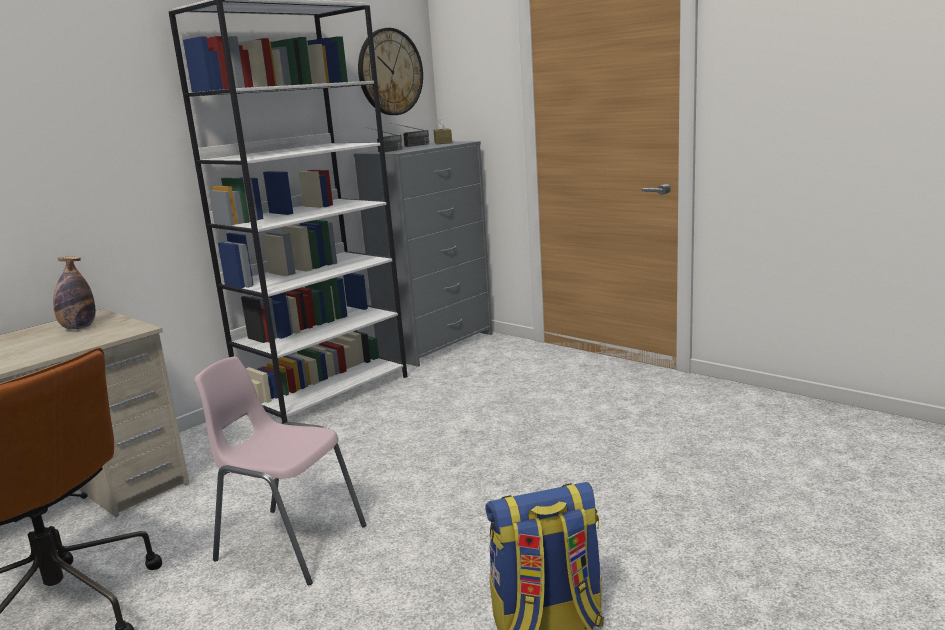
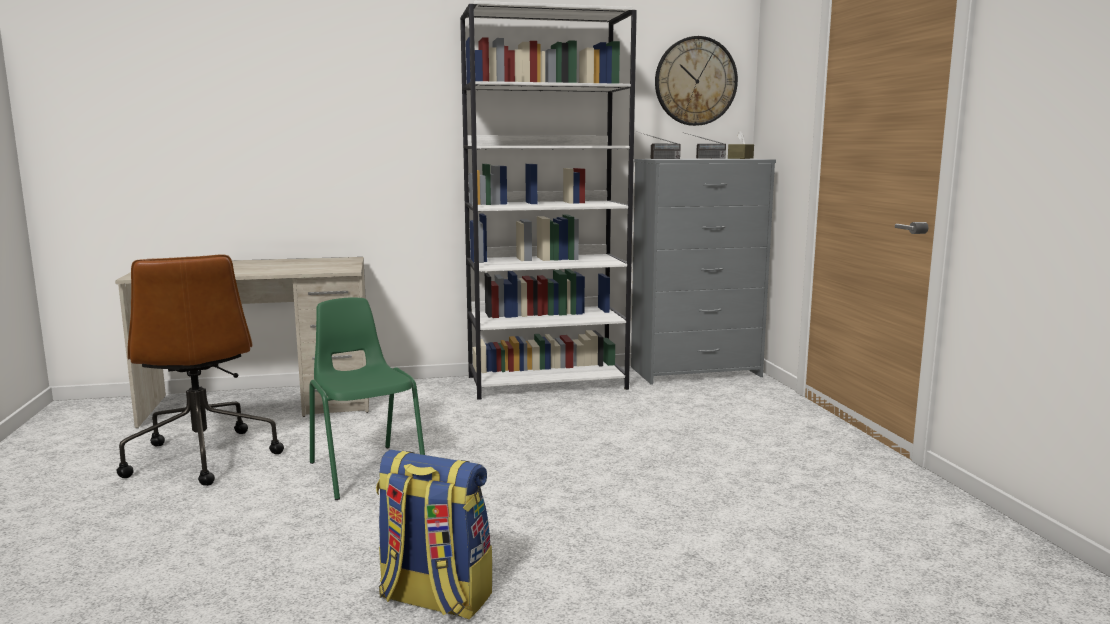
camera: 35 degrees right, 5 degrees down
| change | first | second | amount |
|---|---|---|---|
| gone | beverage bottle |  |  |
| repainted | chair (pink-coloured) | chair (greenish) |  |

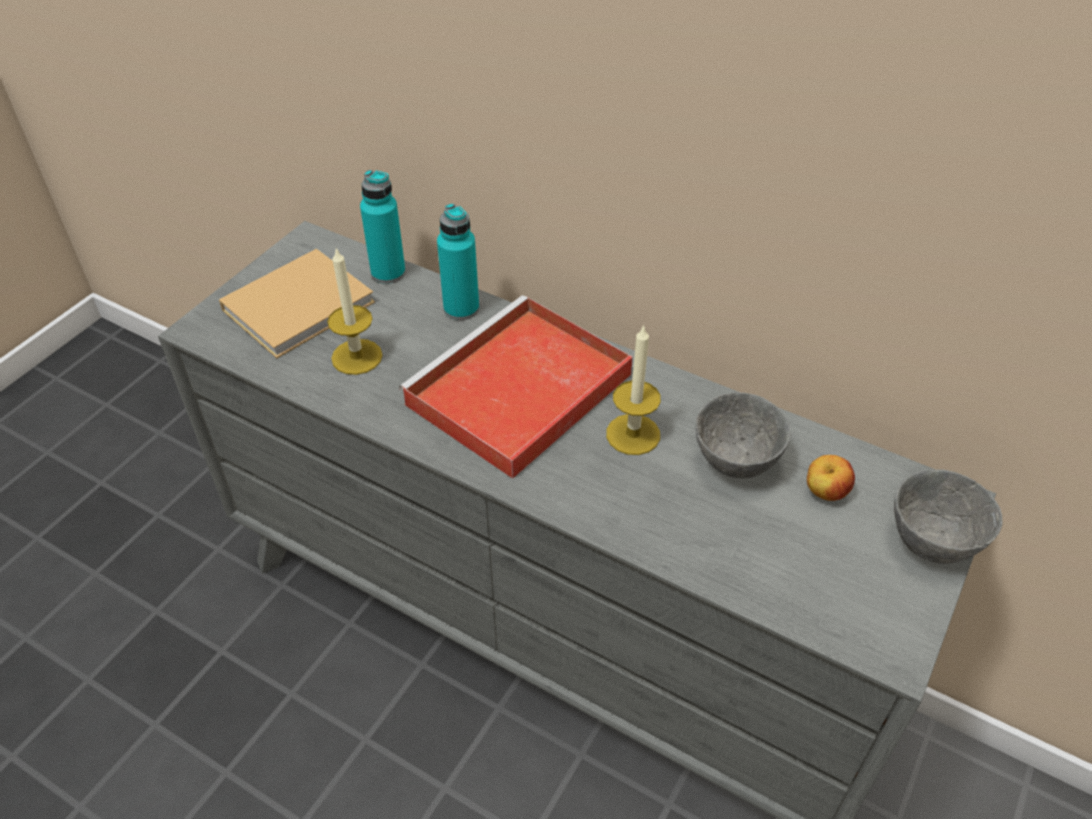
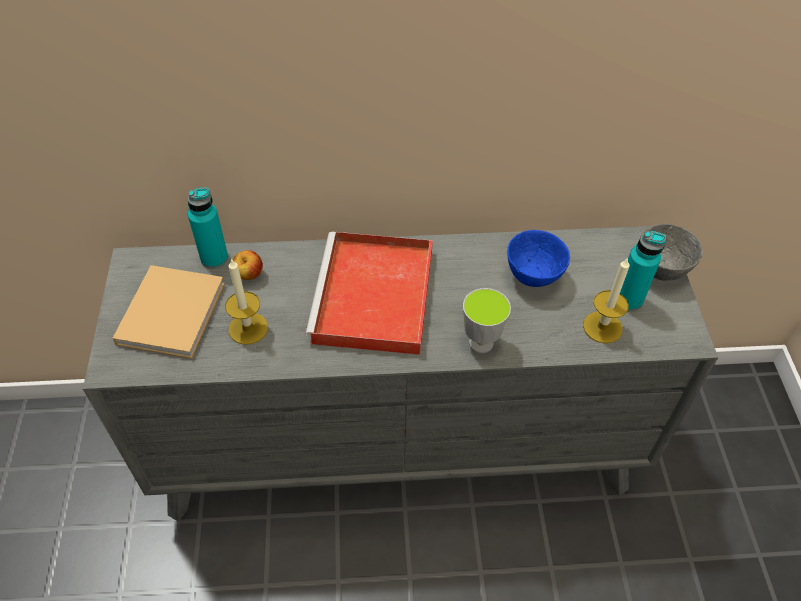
camera: 35 degrees left, 5 degrees up
| change | first | second | amount |
|---|---|---|---|
| shifted | beverage bottle (blue-green) (no. 2 from left) |  |  |
| shifted | wax candle (no. 2 from left) |  |  |
| repainted | deep dish (greyish) (no. 1 from left) | deep dish (blue) |  |
| shifted | apple |  |  |
| new |  | small cup |  |

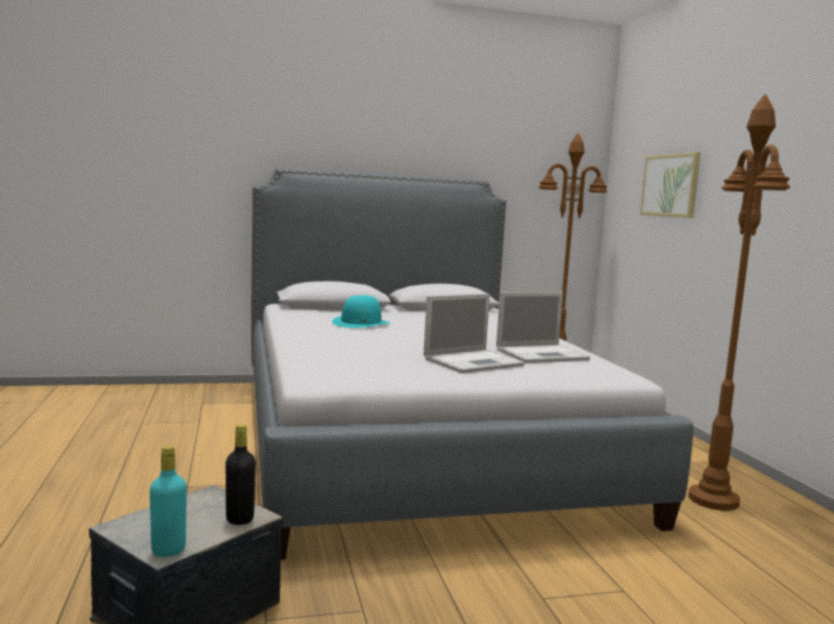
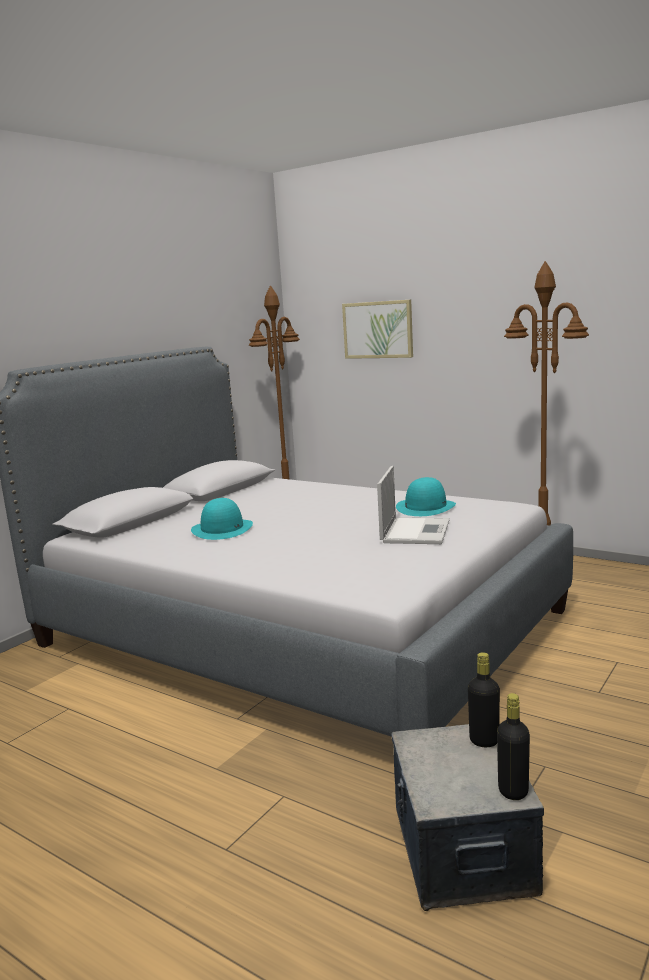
camera: 40 degrees left, 5 degrees up
| change | first | second | amount |
|---|---|---|---|
| swapped | portable computer (no. 2 from left) | hat (blue-green) (no. 2 from left) |  |
| repainted | beverage bottle (blue-green) | beverage bottle (blackish) (no. 2 from left) |  |

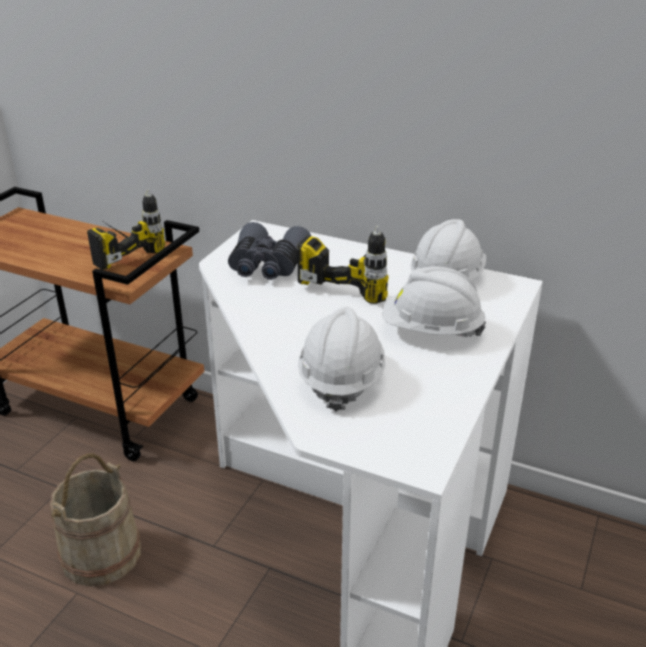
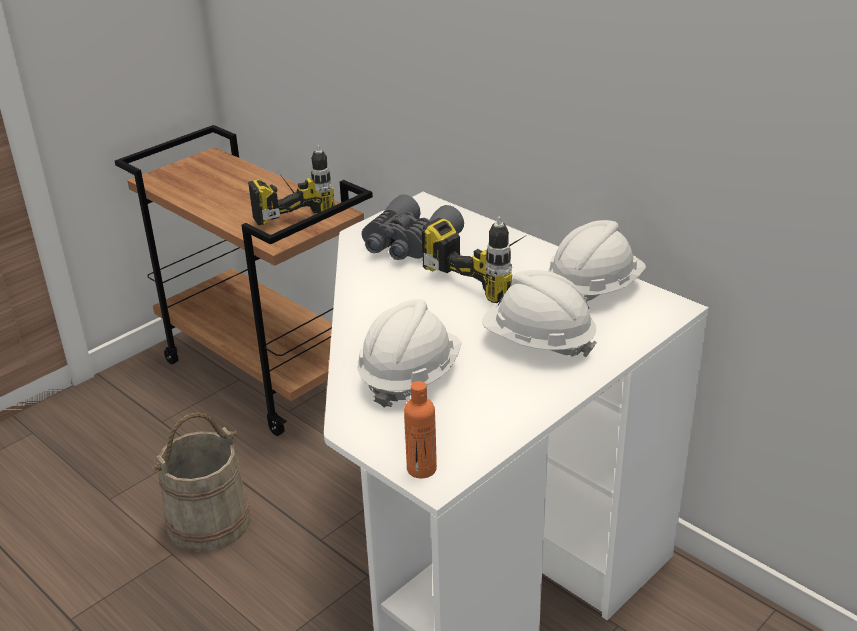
camera: 20 degrees right, 0 degrees up
| change | first | second | amount |
|---|---|---|---|
| new |  | beverage bottle (orange) |  |

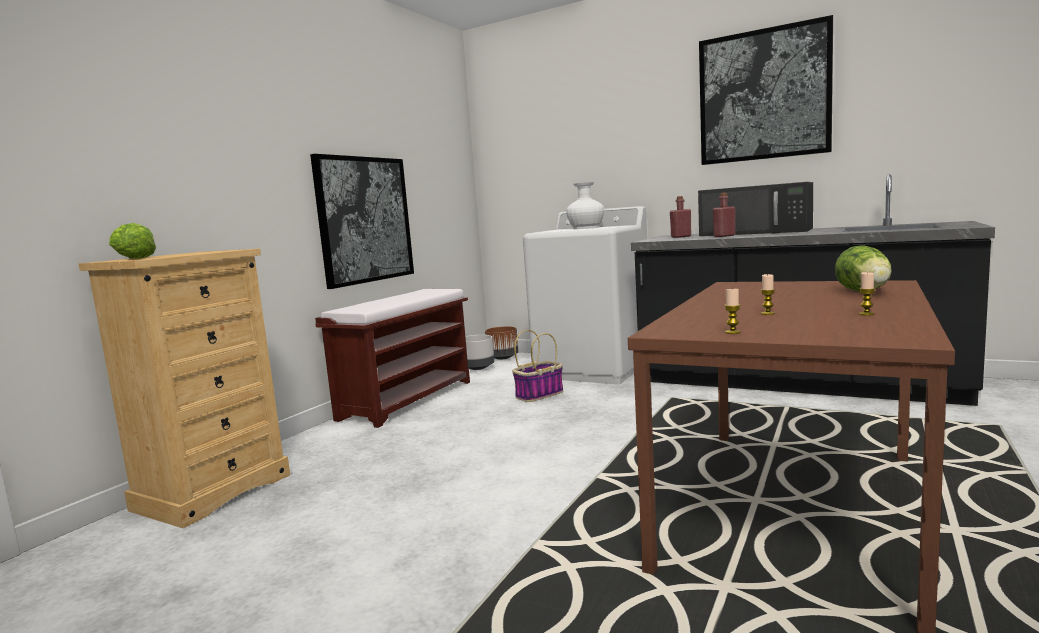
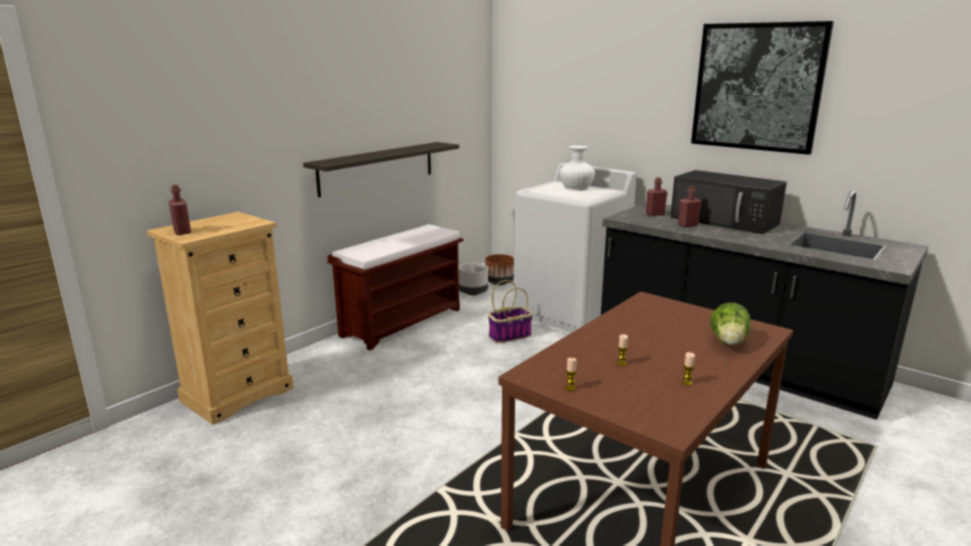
camera: 10 degrees right, 10 degrees up
| change | first | second | amount |
|---|---|---|---|
| swapped | picture (no. 1 from left) | wall shelf |  |
| swapped | lettuce head (no. 1 from left) | beverage bottle (red-coloured) (no. 1 from left) |  |

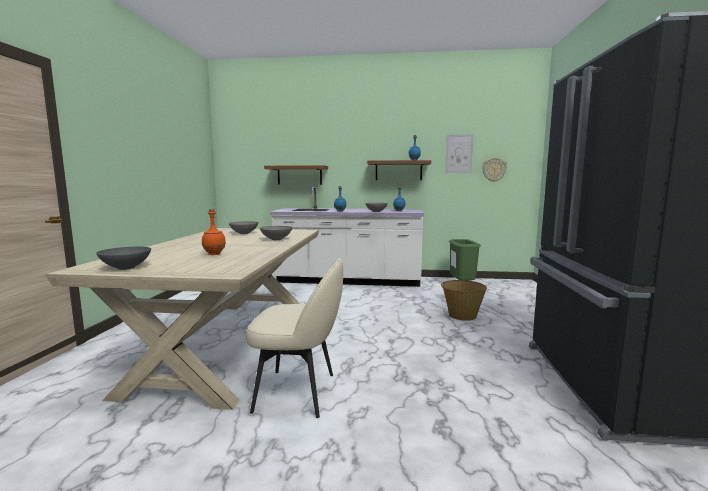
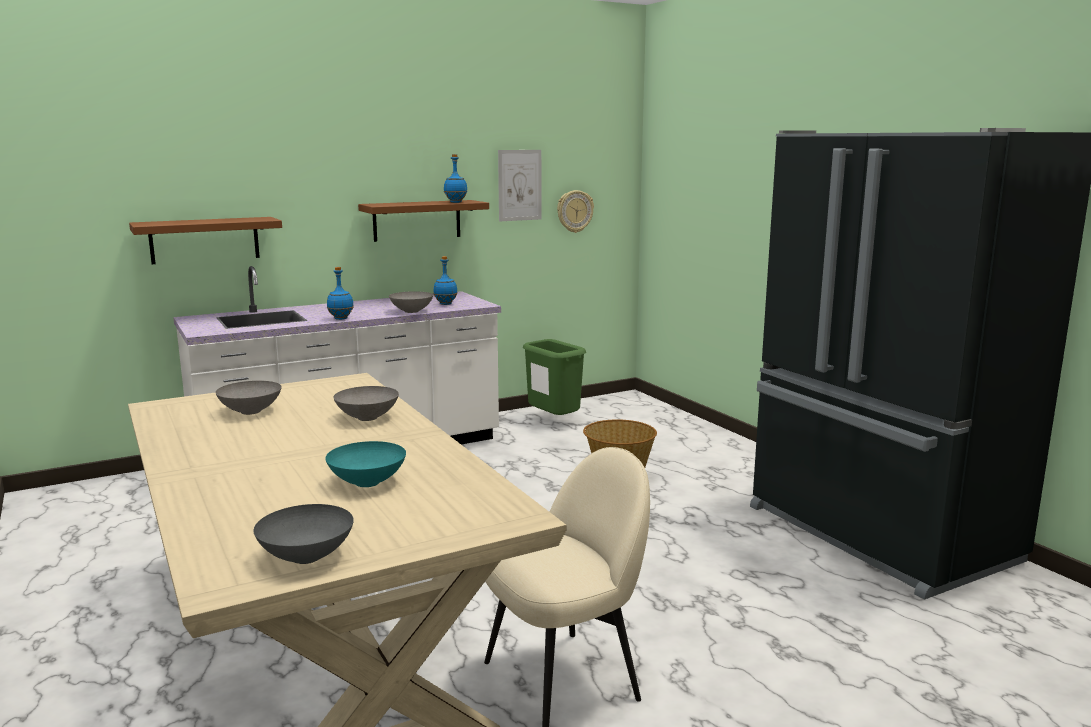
camera: 35 degrees left, 5 degrees up
| change | first | second | amount |
|---|---|---|---|
| swapped | beverage bottle (orange) | deep dish (blue-green) |  |

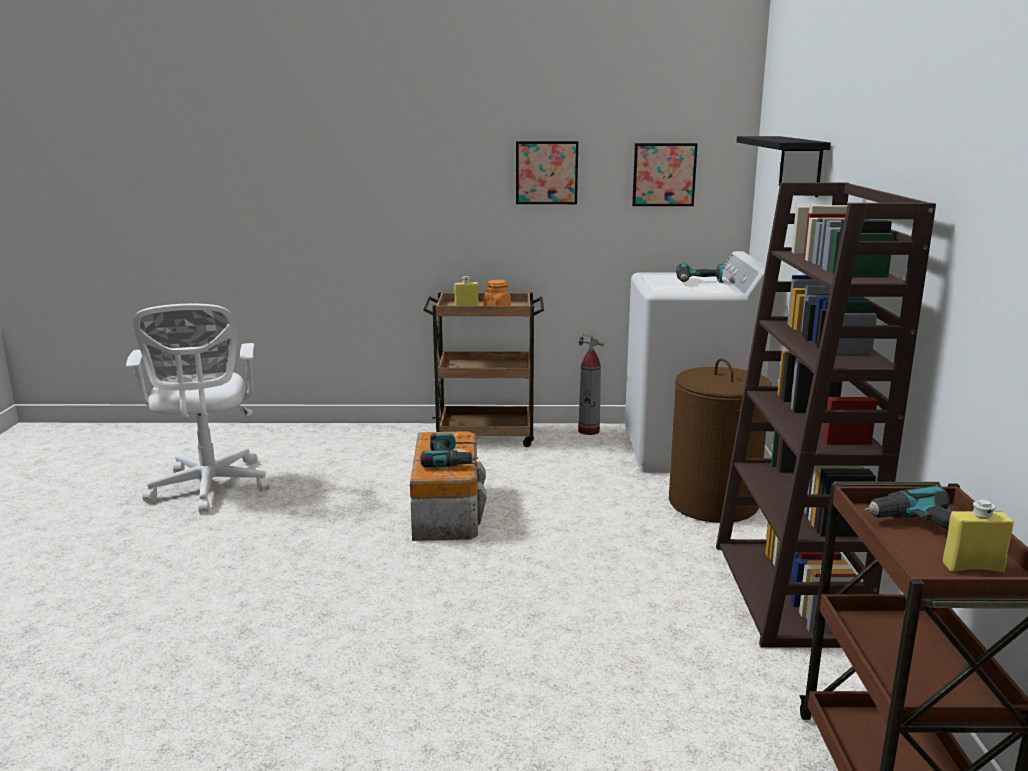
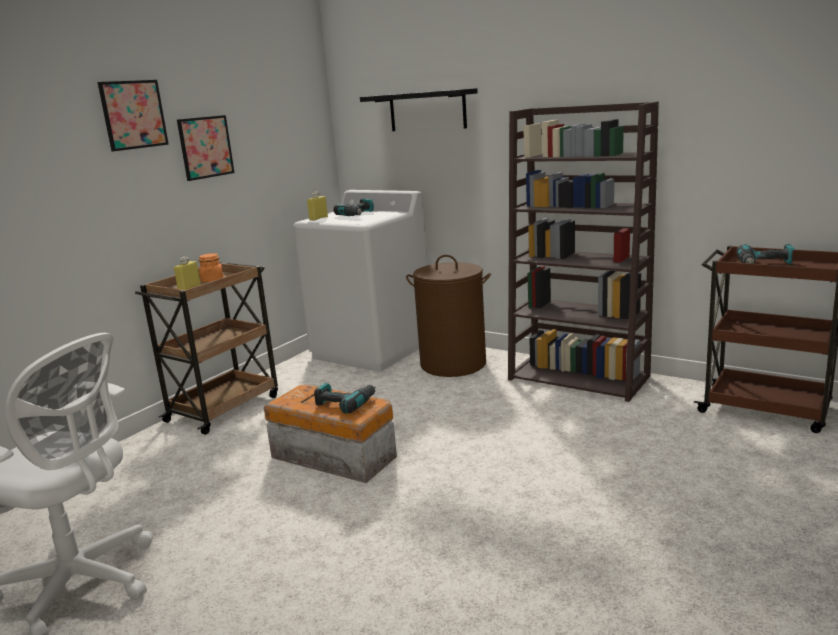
camera: 55 degrees left, 0 degrees up
| change | first | second | amount |
|---|---|---|---|
| shifted | picture (no. 2 from left in the first image) | picture (no. 1 from left) |  |
| gone | extinguisher |  |  |
| shifted | beverage bottle (yellow) (no. 2 from left) |  |  |

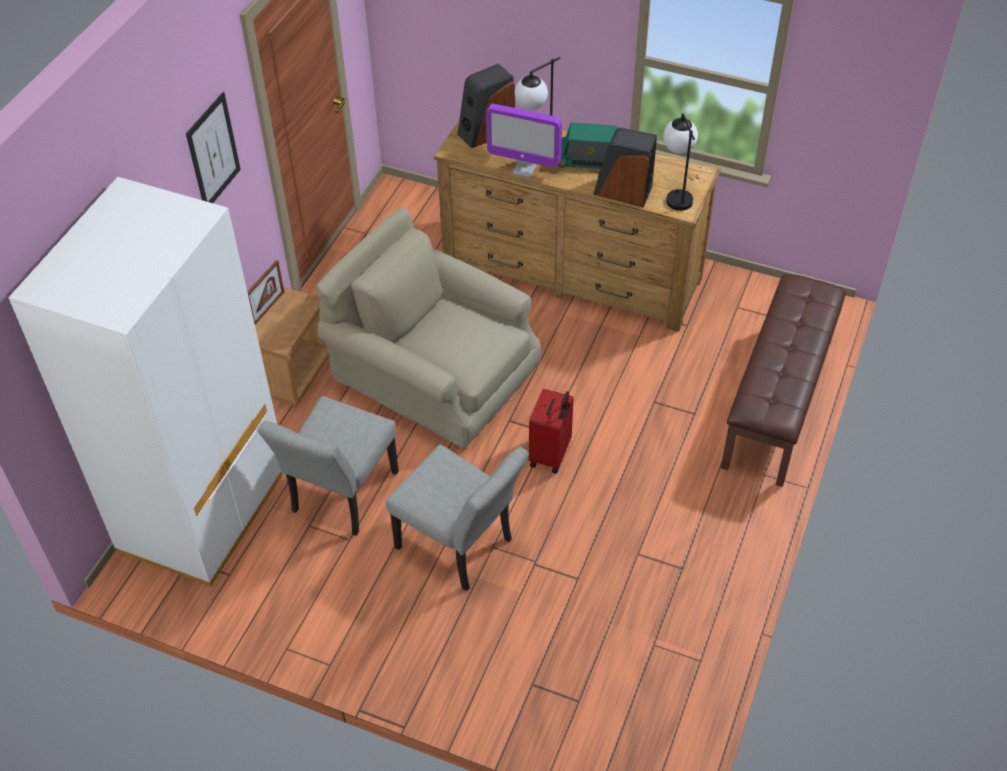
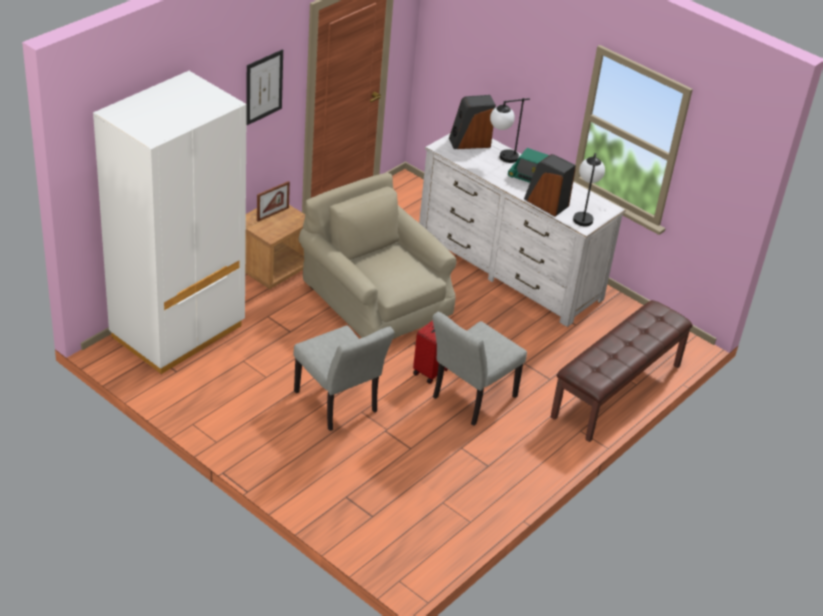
camera: 15 degrees right, 10 degrees down
| change | first | second | amount |
|---|---|---|---|
| gone | computer screen |  |  |
| repainted | chest of drawers (brownish) | chest of drawers (white) |  |
| shifted | chair (greyish) (no. 1 from left in the first image) | chair (greyish) (no. 2 from left) |  |

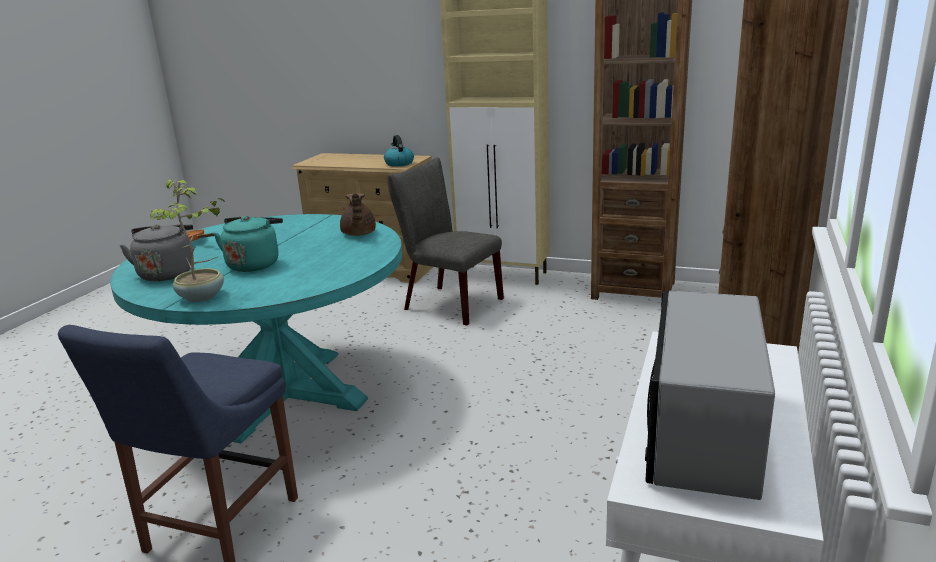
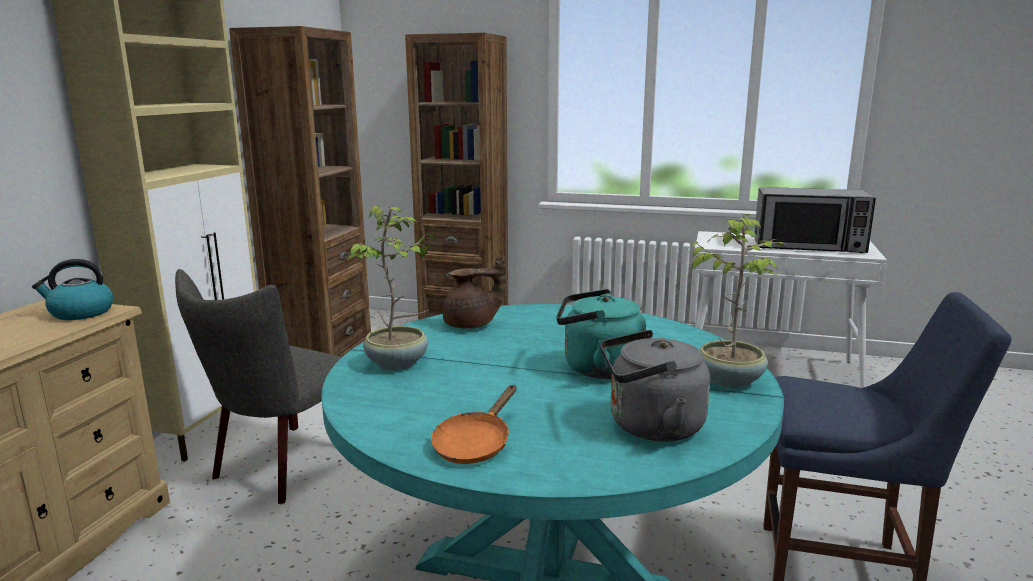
camera: 95 degrees left, 5 degrees down
| change | first | second | amount |
|---|---|---|---|
| new |  | potted plant (no. 1 from left) |  |

